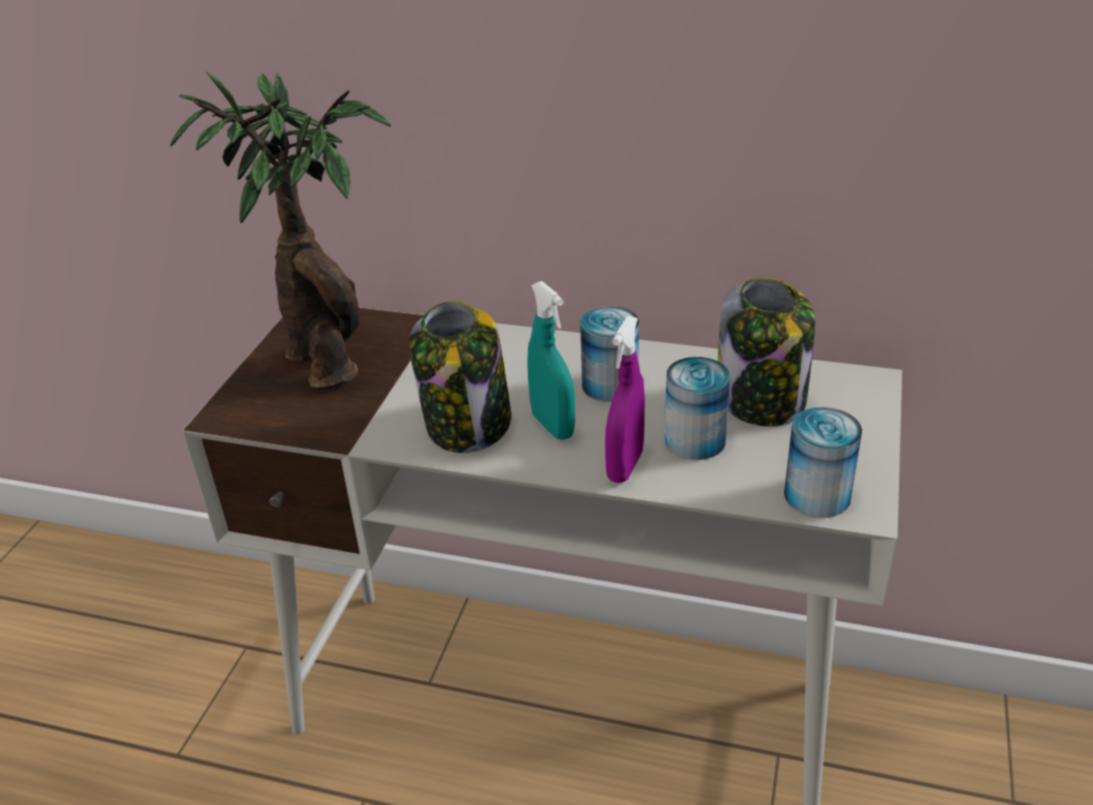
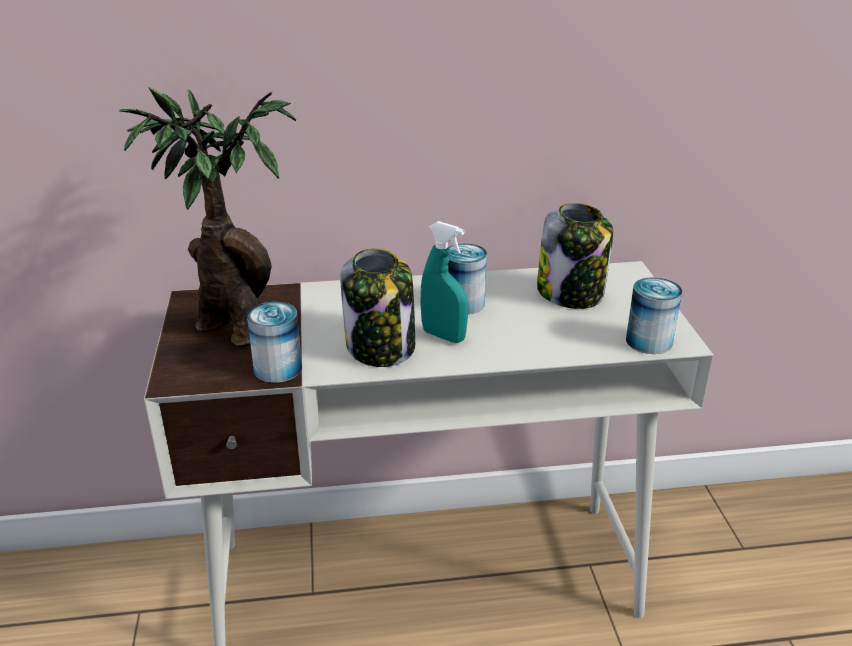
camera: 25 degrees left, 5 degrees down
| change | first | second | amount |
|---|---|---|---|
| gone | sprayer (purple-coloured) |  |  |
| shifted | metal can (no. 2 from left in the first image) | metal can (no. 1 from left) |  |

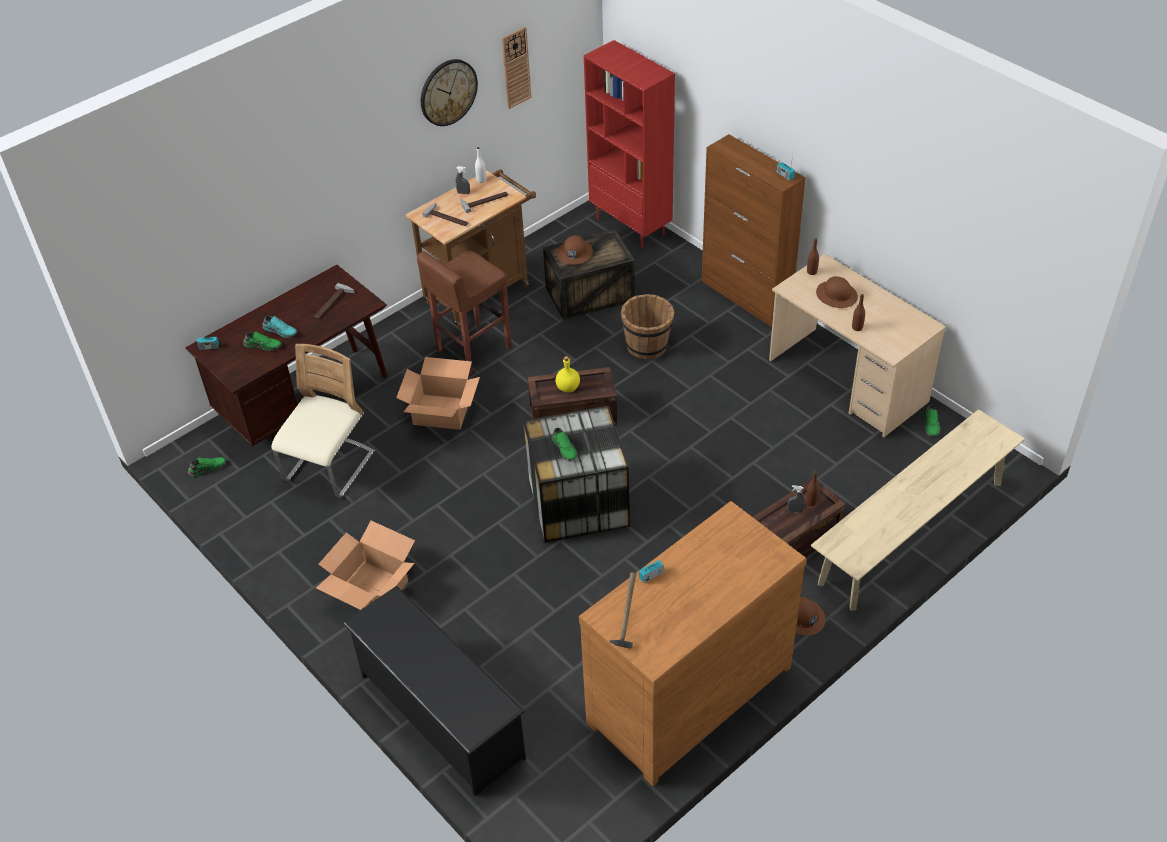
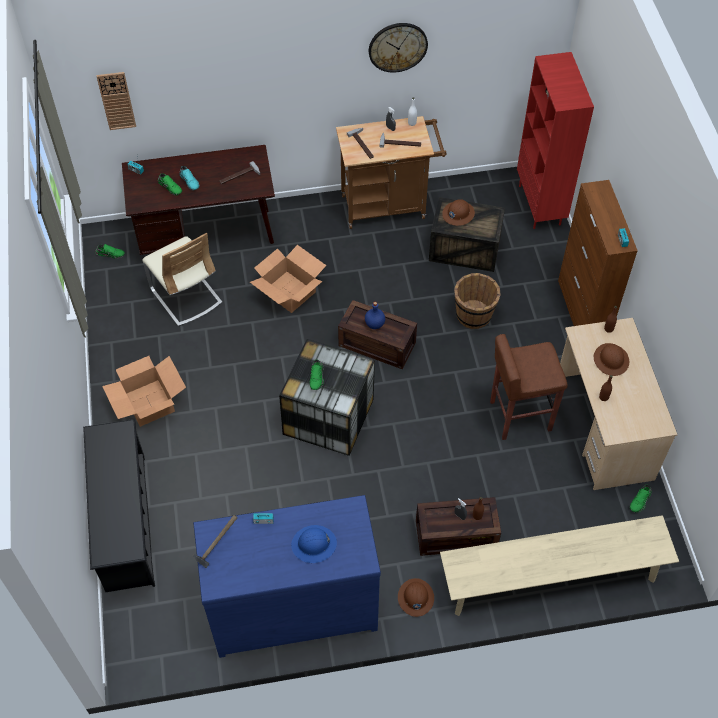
camera: 30 degrees right, 10 degrees up
| change | first | second | amount |
|---|---|---|---|
| shifted | hanging clock (no. 2 from left in the first image) | hanging clock (no. 1 from left) |  |
| shifted | stool seat (brownish) |  |  |
| rotated | chair (beige) |  | 90 degrees clockwise |
| repainted | beverage bottle (yellow) | beverage bottle (blue) |  |
| repainted | chest of drawers (brownish) | chest of drawers (blue) |  |
| new |  | work helmet (blue) |  |

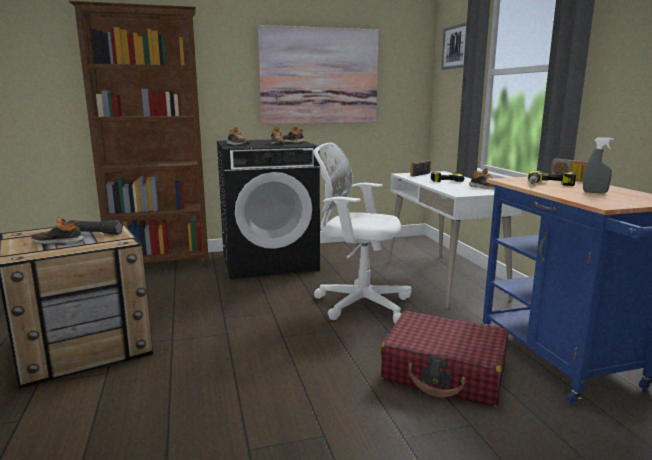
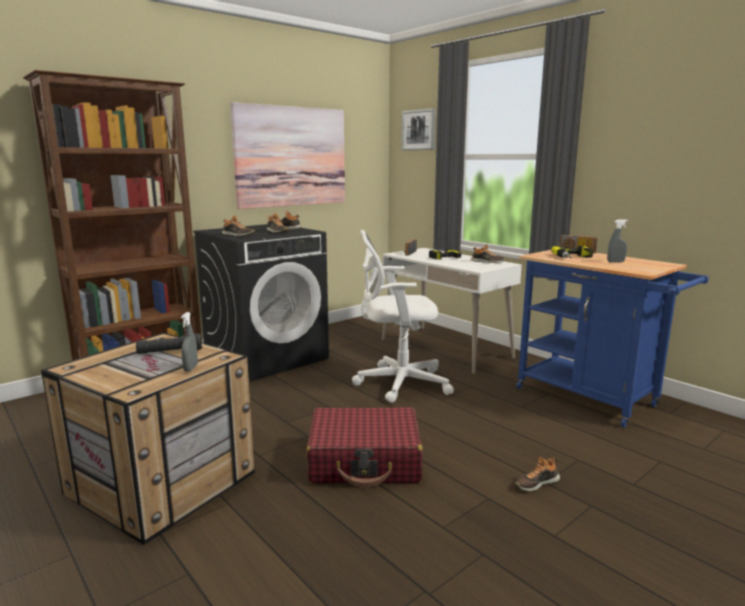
camera: 25 degrees left, 0 degrees up
| change | first | second | amount |
|---|---|---|---|
| shifted | shoe (no. 1 from left in the first image) | shoe (no. 5 from left) |  |
| shifted | travel case (red-coloured) |  |  |
| new |  | sprayer (greyish) (no. 1 from left) |  |

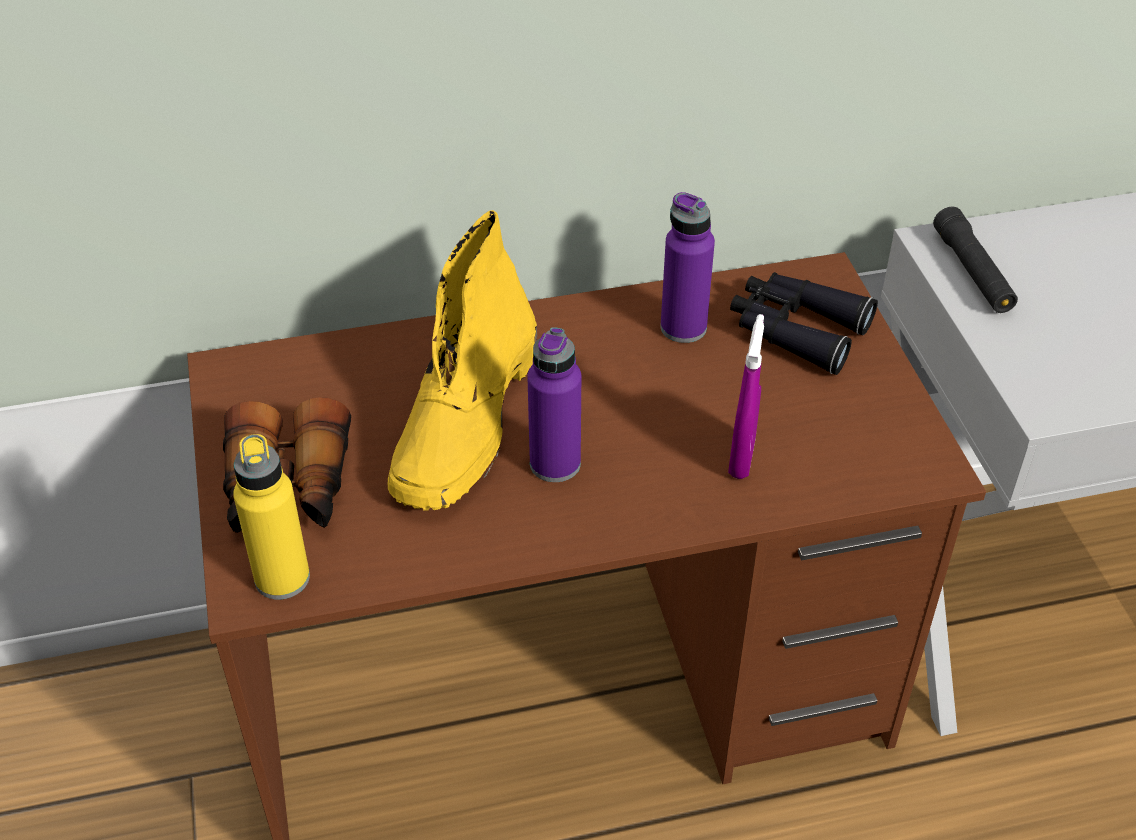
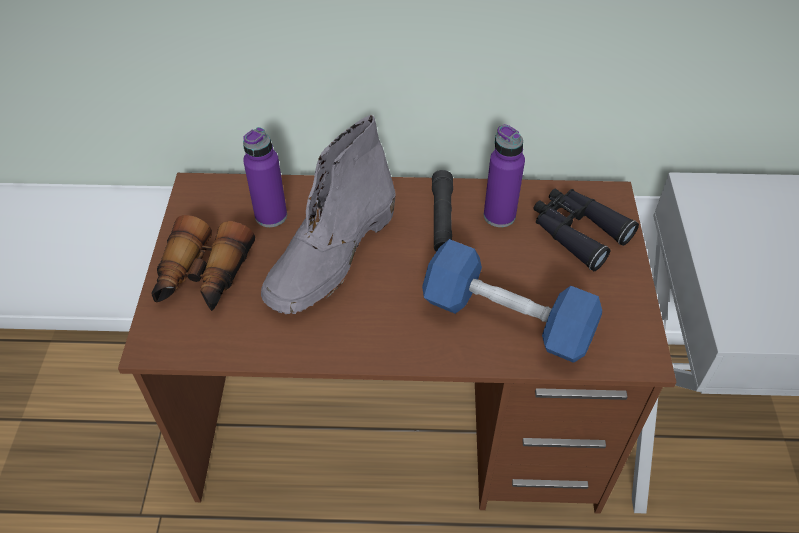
camera: 15 degrees right, 5 degrees up
| change | first | second | amount |
|---|---|---|---|
| shifted | hand torch (blackish) |  |  |
| repainted | tall boot (yellow) | tall boot (greyish) |  |
| swapped | sprayer (purple-coloured) | hand weight (blue) |  |
| shifted | beverage bottle (purple-coloured) (no. 1 from left) |  |  |
| gone | beverage bottle (yellow) |  |  |

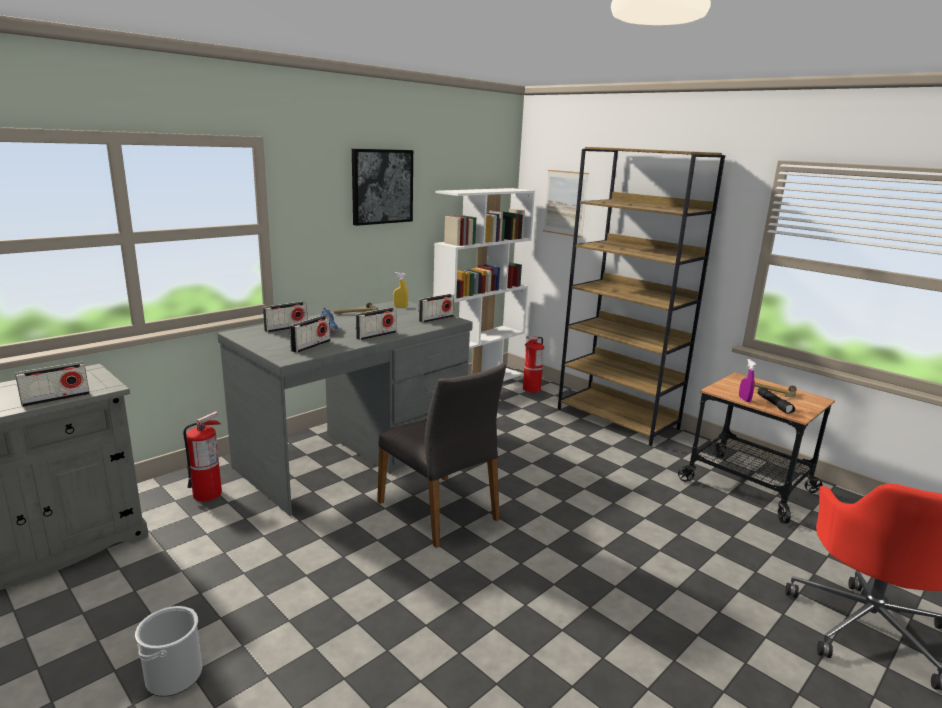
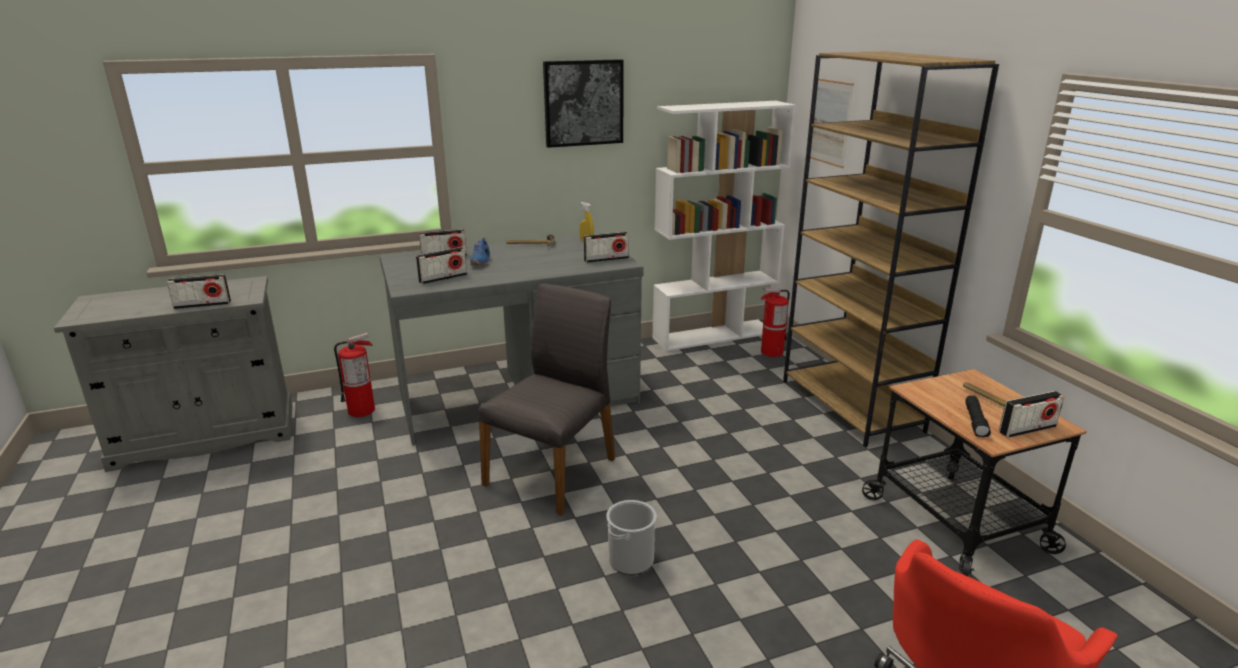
camera: 25 degrees right, 5 degrees up
| change | first | second | amount |
|---|---|---|---|
| shifted | radio receiver (no. 4 from left in the first image) | radio receiver (no. 5 from left) |  |
| gone | sprayer (purple-coloured) |  |  |
| rotated | chair (greyish) |  | 135 degrees counterclockwise |
| shifted | water bucket |  |  |

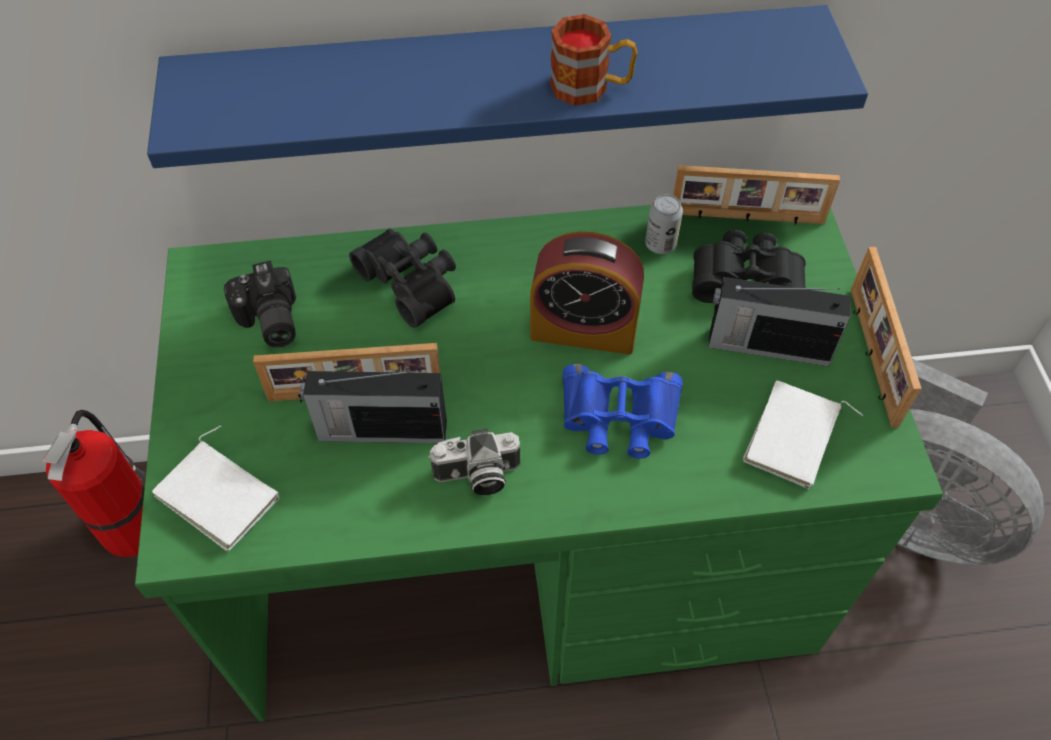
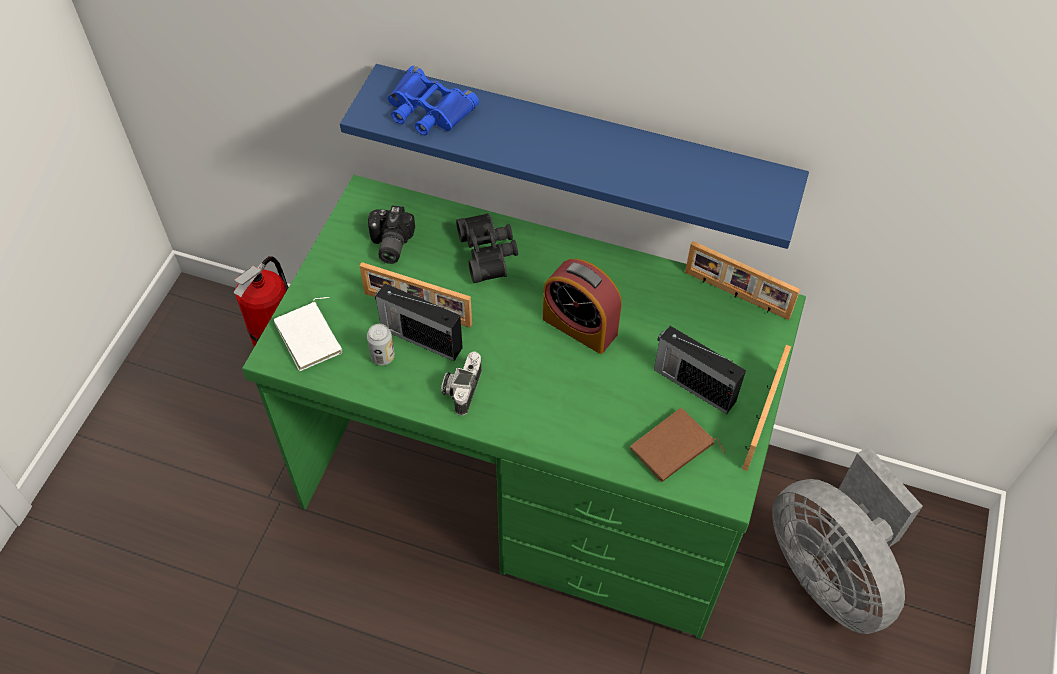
camera: 25 degrees right, 0 degrees up
| change | first | second | amount |
|---|---|---|---|
| gone | coffee mug |  |  |
| shifted | metal can |  |  |
| gone | binoculars (blackish) (no. 2 from left) |  |  |
| shifted | binoculars (blue) |  |  |
| repainted | bound book (white) (no. 2 from left) | bound book (brownish) |  |
| rotated | still camera (no. 2 from left) |  | 90 degrees clockwise |

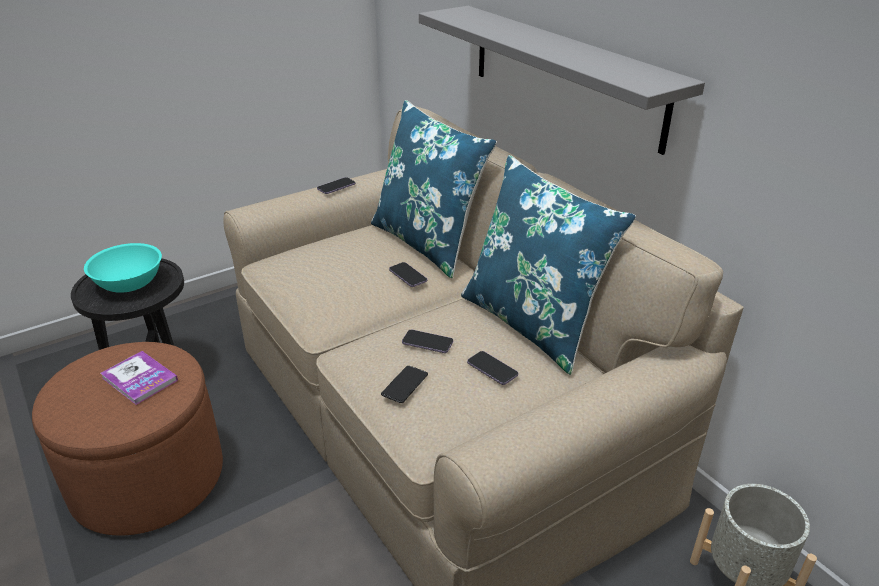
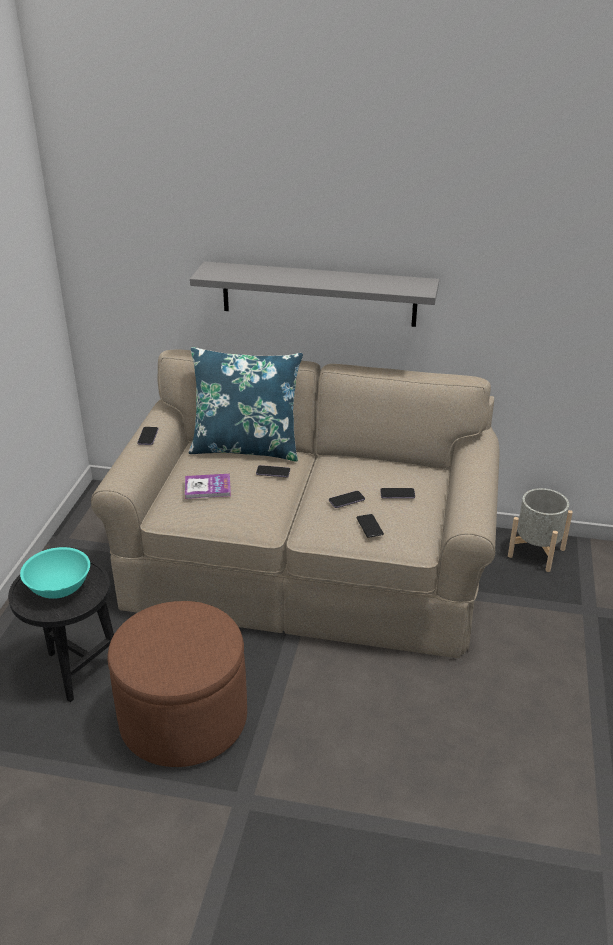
camera: 45 degrees left, 0 degrees up
| change | first | second | amount |
|---|---|---|---|
| gone | pillow (blue) (no. 2 from left) |  |  |
| shifted | bound book |  |  |

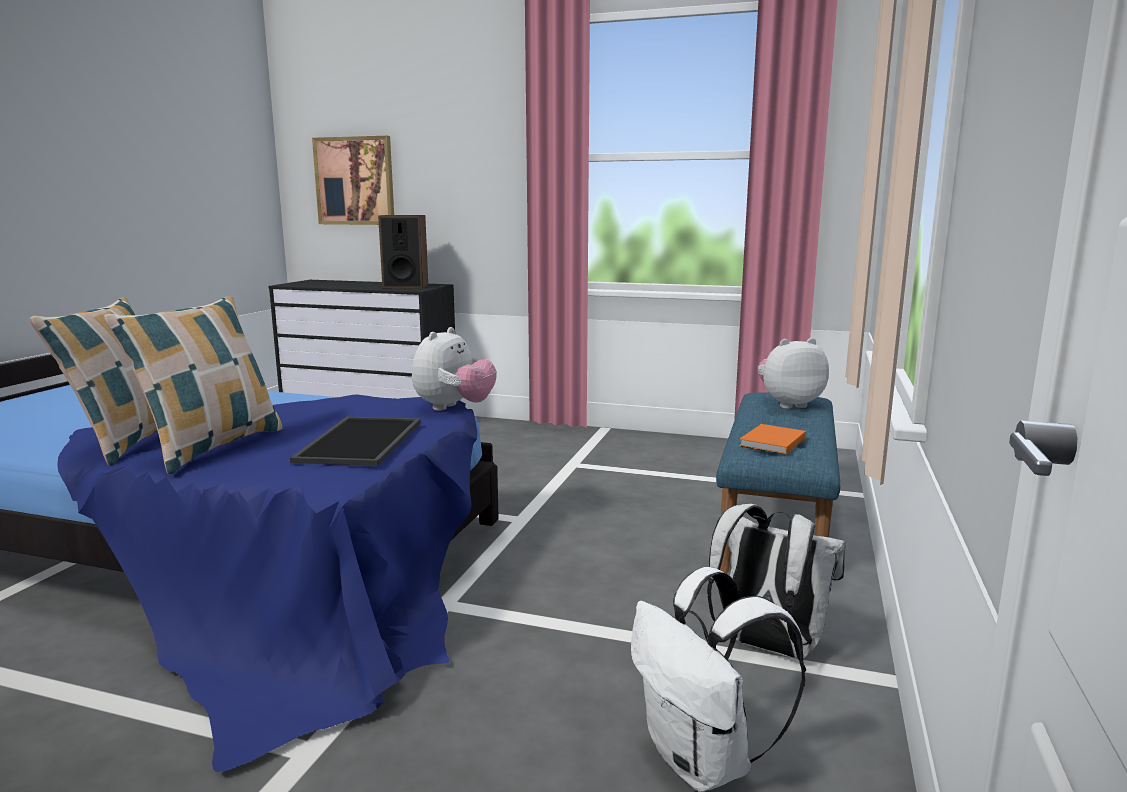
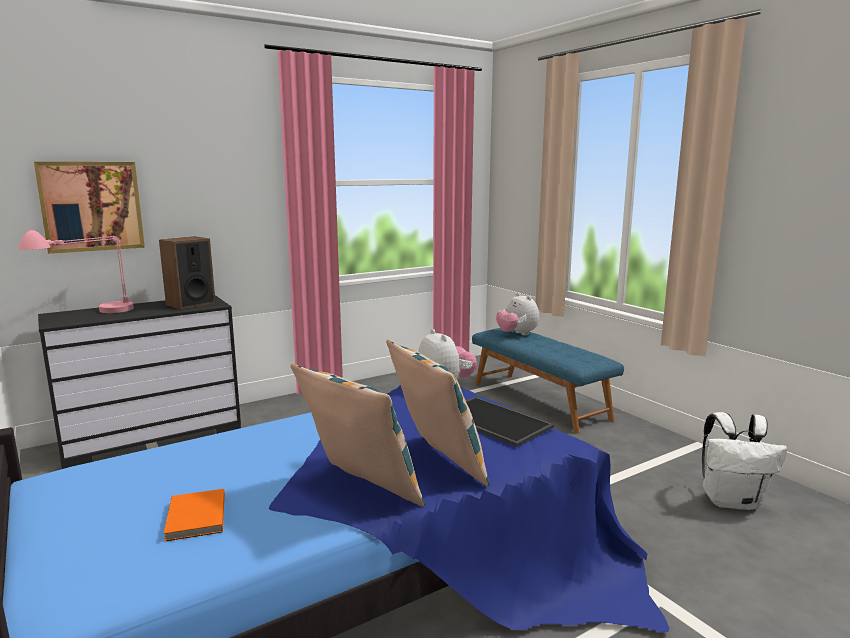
camera: 50 degrees left, 0 degrees up
| change | first | second | amount |
|---|---|---|---|
| rotated | plush toy (no. 2 from left) |  | 60 degrees counterclockwise |
| shifted | bound book (orange) |  |  |
| gone | backpack (white) (no. 2 from left) |  |  |
| new |  | lamp for a table (pink-coloured) |  |

